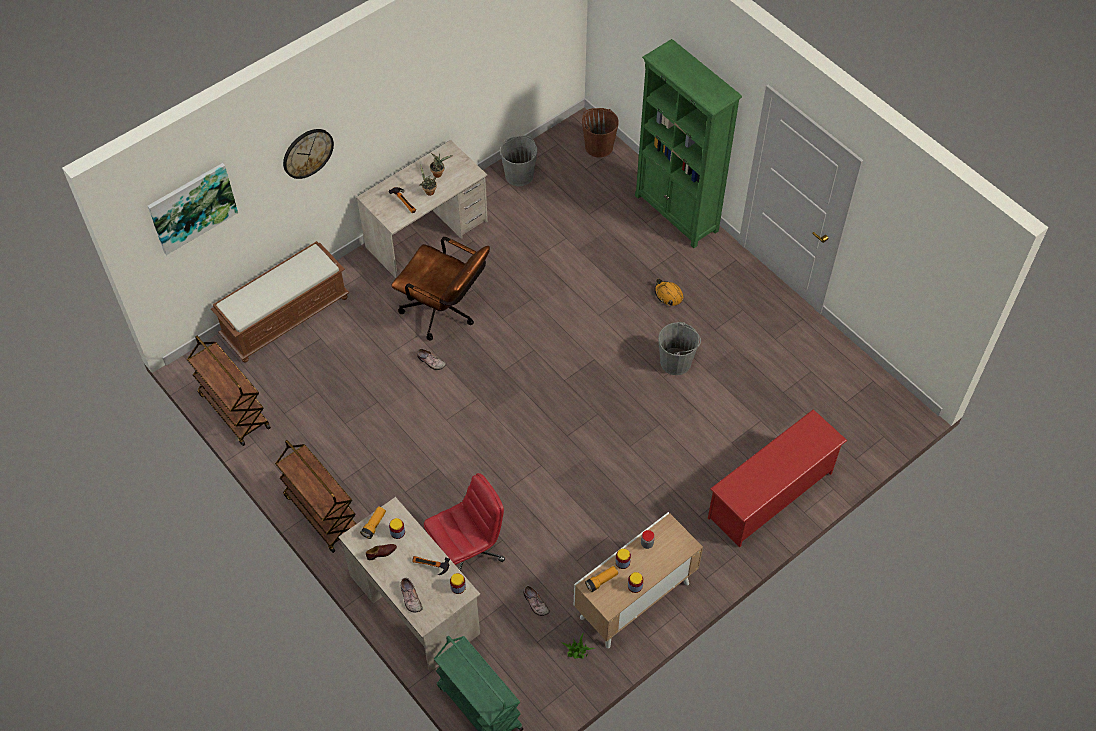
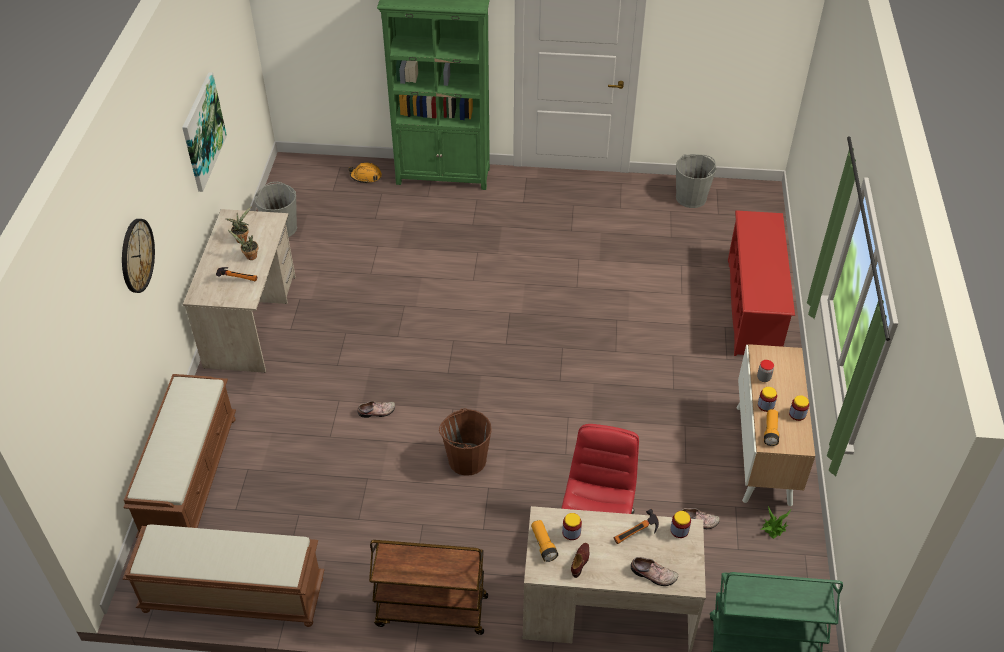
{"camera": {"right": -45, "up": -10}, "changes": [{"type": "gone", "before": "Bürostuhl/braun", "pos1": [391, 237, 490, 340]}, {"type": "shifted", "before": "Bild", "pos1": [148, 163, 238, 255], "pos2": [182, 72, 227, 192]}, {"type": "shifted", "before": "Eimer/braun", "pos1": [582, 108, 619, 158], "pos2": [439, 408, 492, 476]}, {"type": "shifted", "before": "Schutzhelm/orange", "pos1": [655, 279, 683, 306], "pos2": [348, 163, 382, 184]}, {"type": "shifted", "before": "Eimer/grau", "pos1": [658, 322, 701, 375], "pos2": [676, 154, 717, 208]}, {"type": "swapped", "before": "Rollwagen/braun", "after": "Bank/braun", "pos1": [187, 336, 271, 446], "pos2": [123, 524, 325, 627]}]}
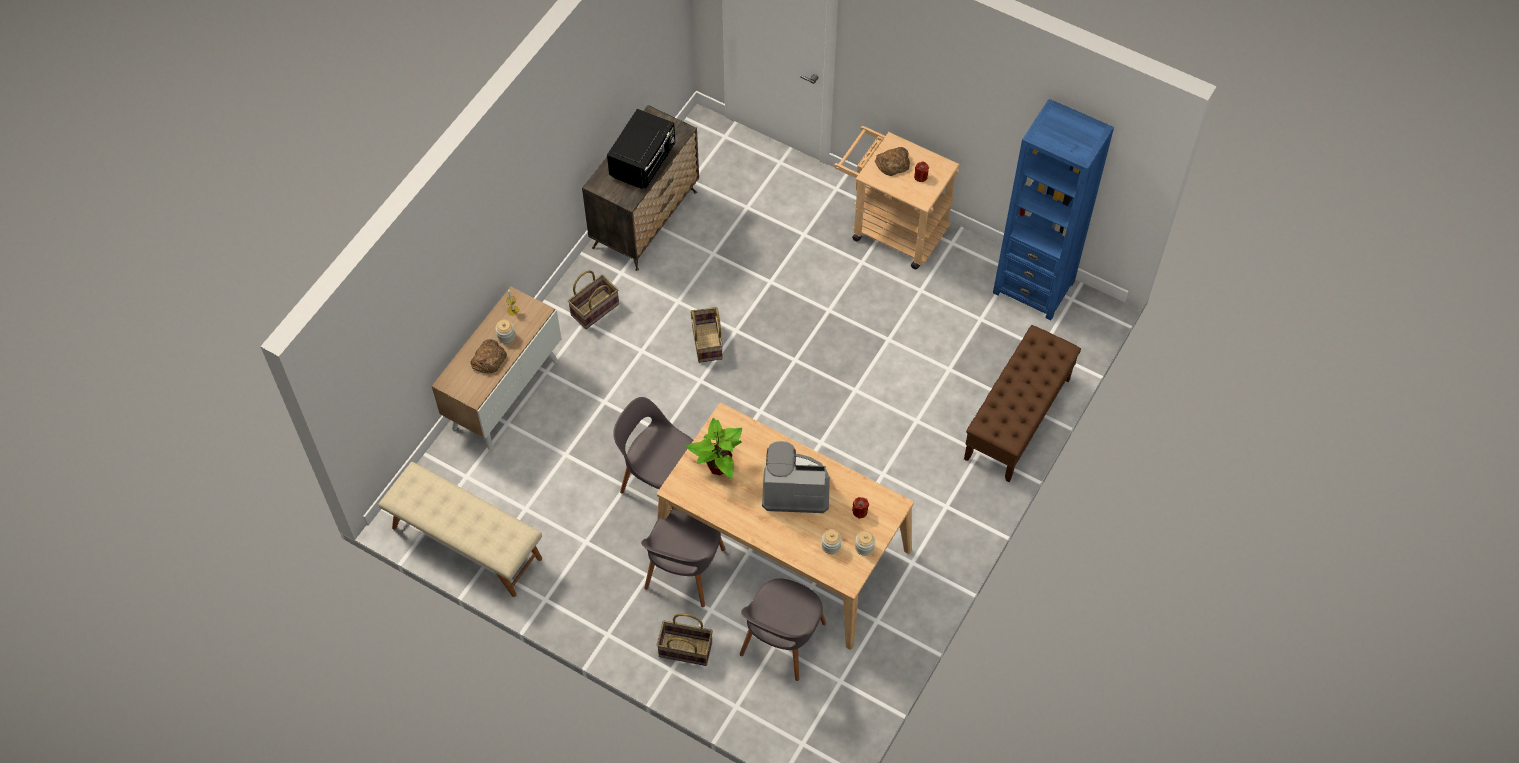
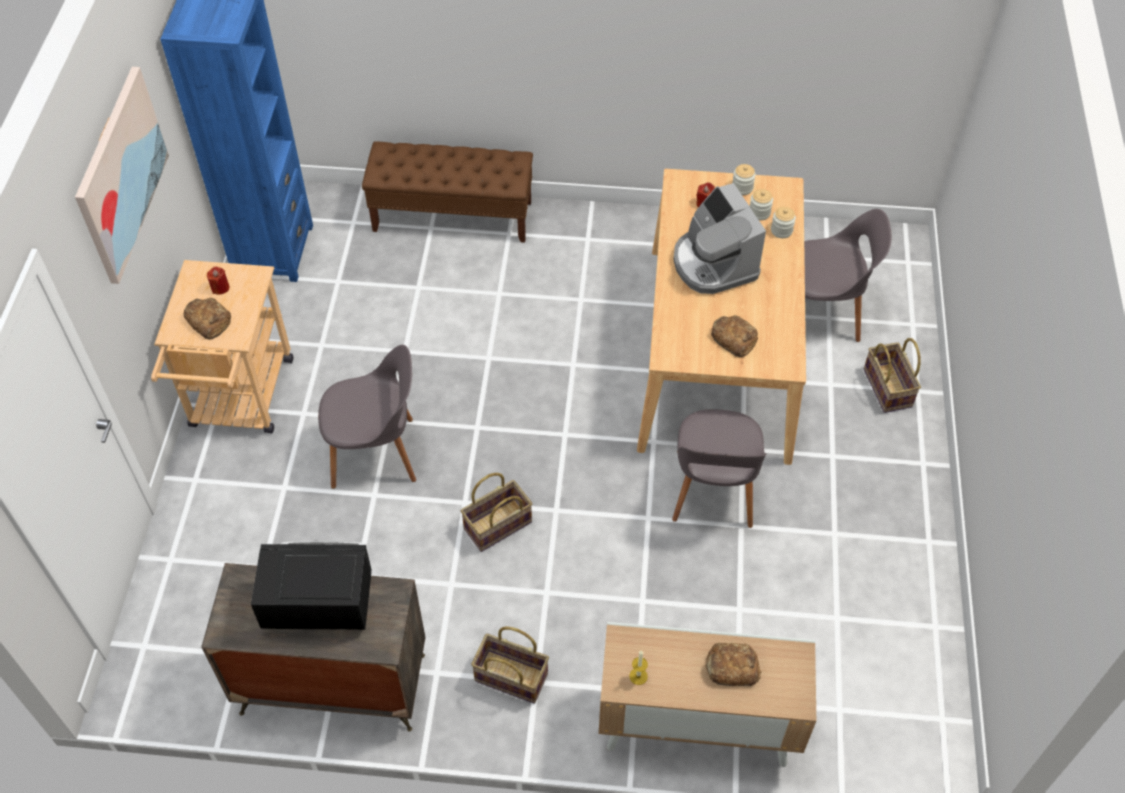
{"camera": {"right": -115, "up": -5}, "changes": [{"type": "gone", "before": "Bank/beige", "pos1": [378, 462, 542, 597]}, {"type": "new", "after": "Bild", "pos2": [75, 67, 169, 284]}, {"type": "shifted", "before": "Vorratsglas", "pos1": [495, 319, 515, 344], "pos2": [771, 207, 796, 238]}, {"type": "shifted", "before": "Stuhl/grau", "pos1": [641, 509, 725, 607], "pos2": [318, 345, 416, 489]}, {"type": "swapped", "before": "Topfpflanze", "after": "Brot", "pos1": [685, 418, 742, 479], "pos2": [711, 315, 758, 357]}]}
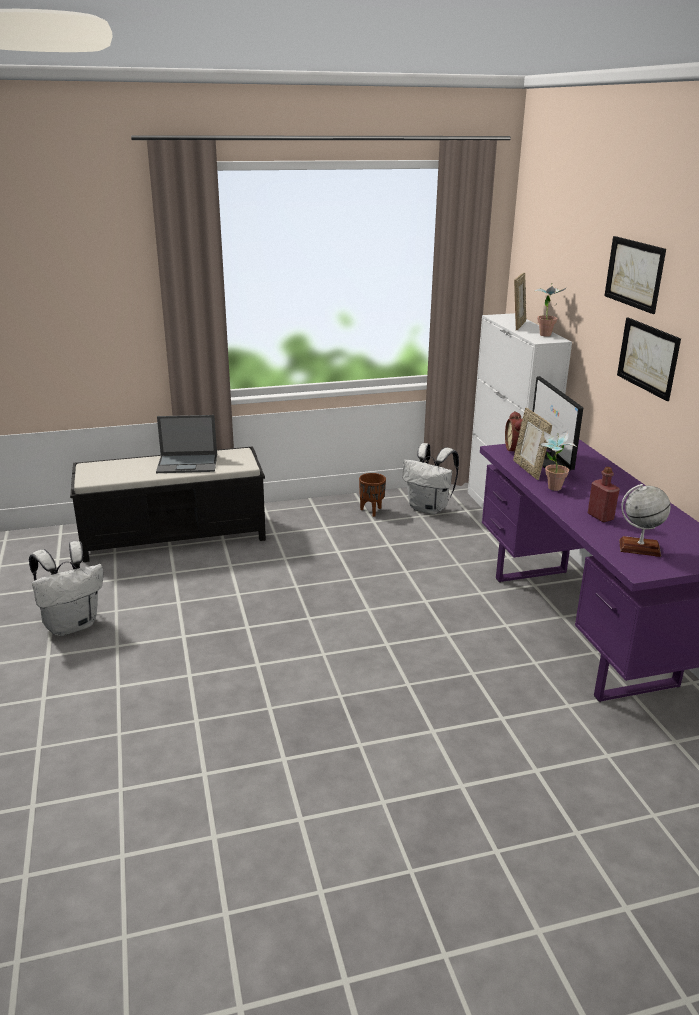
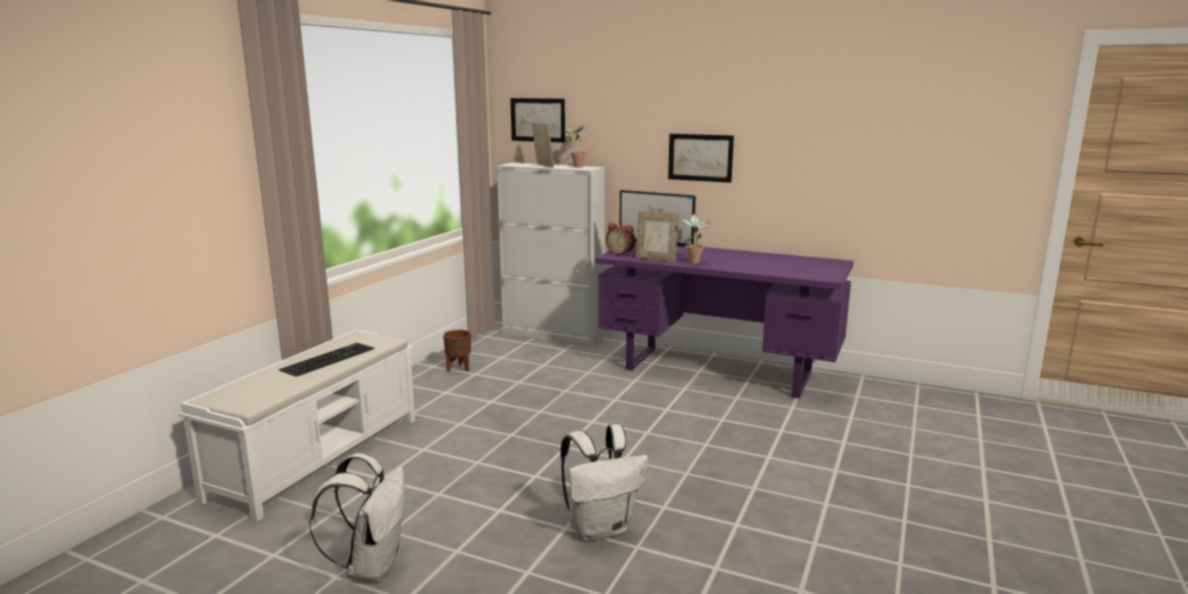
{"camera": {"right": -50, "up": -10}, "changes": [{"type": "gone", "before": "Flasche/rot", "pos1": [588, 467, 620, 522]}, {"type": "gone", "before": "Globus", "pos1": [619, 484, 671, 557]}, {"type": "shifted", "before": "Rucksack/weiß", "pos1": [402, 443, 459, 515], "pos2": [560, 424, 648, 541]}, {"type": "shifted", "before": "Bild", "pos1": [604, 236, 666, 314], "pos2": [510, 98, 565, 143]}, {"type": "swapped", "before": "Laptop", "after": "Tastatur", "pos1": [156, 415, 217, 473], "pos2": [279, 343, 374, 377]}, {"type": "repainted", "before": "Bank/schwarz", "after": "Bank/weiß", "pos1": [70, 446, 266, 562], "pos2": [179, 330, 415, 522]}]}
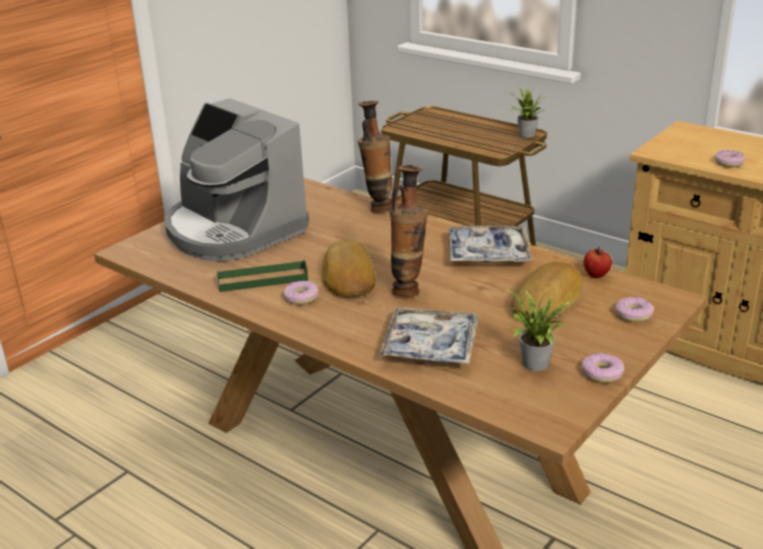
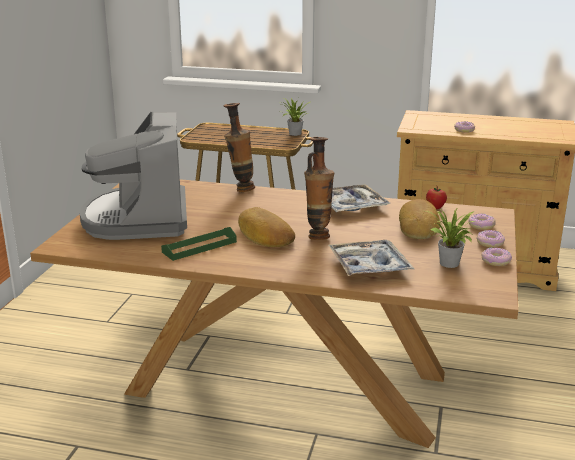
{"camera": {"right": -25, "up": -5}, "changes": [{"type": "shifted", "before": "Donut", "pos1": [283, 281, 319, 305], "pos2": [476, 230, 505, 247]}, {"type": "rotated", "before": "Kaffeemaschine", "pos1": [164, 98, 309, 261], "pos2": [80, 111, 187, 240], "turn": 60}]}
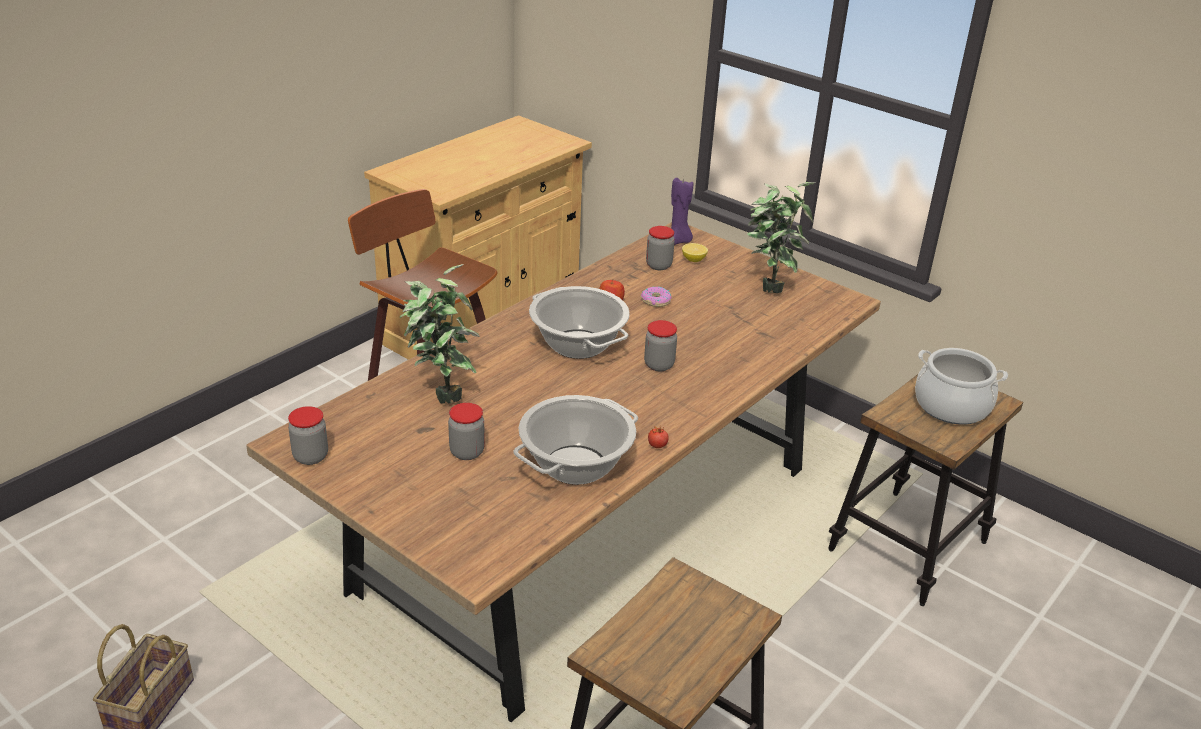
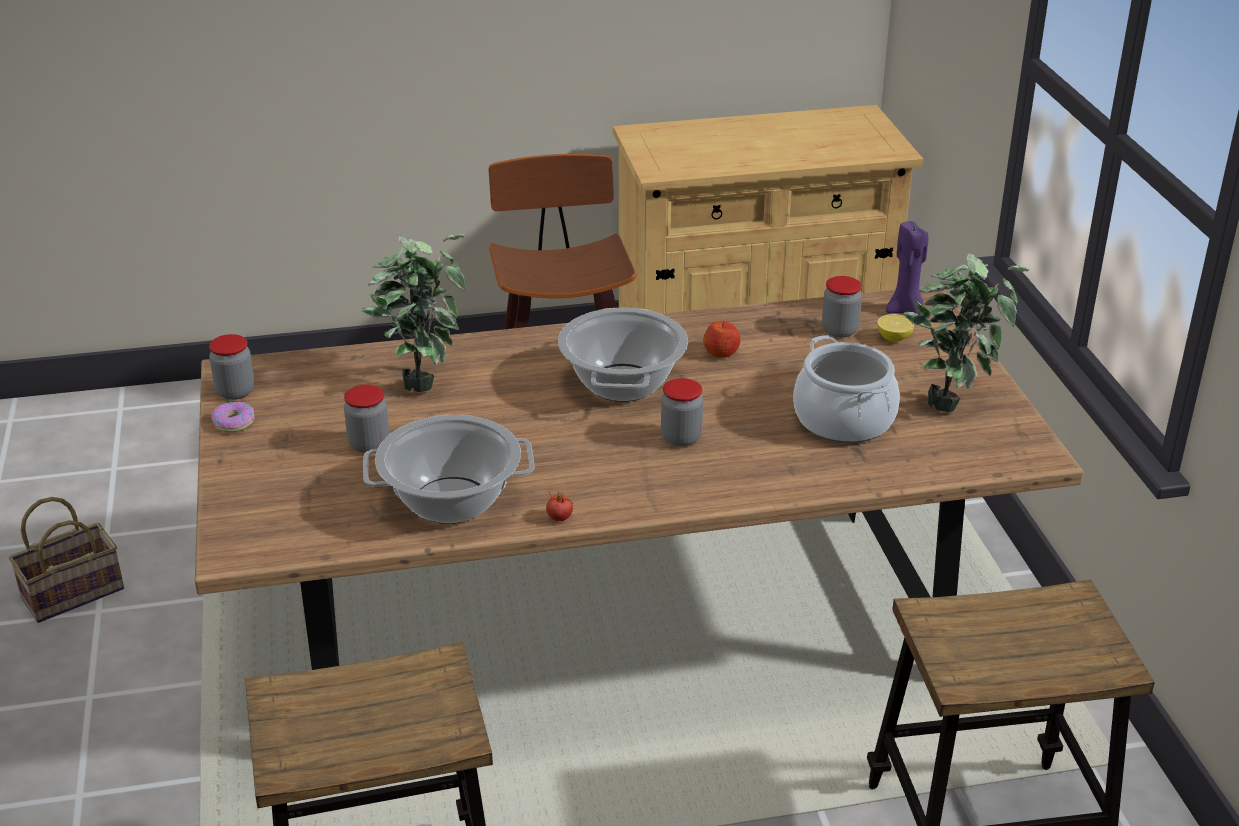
{"camera": {"right": 40, "up": 0}, "changes": [{"type": "shifted", "before": "Donut", "pos1": [641, 287, 672, 307], "pos2": [212, 402, 254, 432]}, {"type": "shifted", "before": "Kochtopf", "pos1": [915, 348, 1008, 425], "pos2": [793, 335, 900, 443]}]}
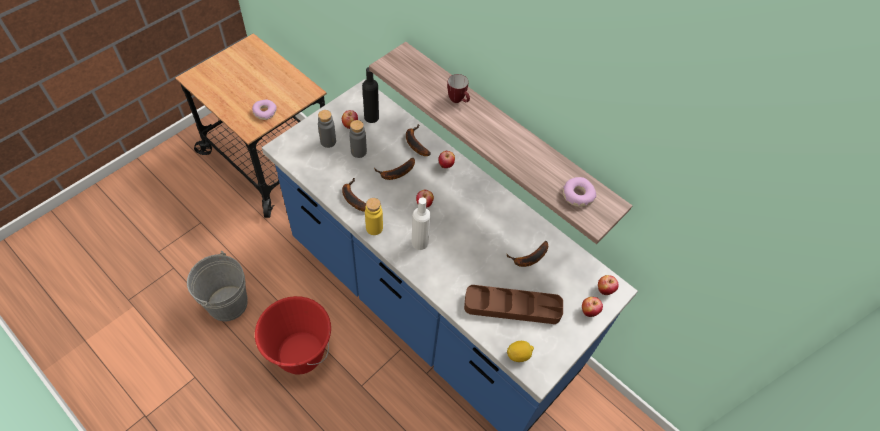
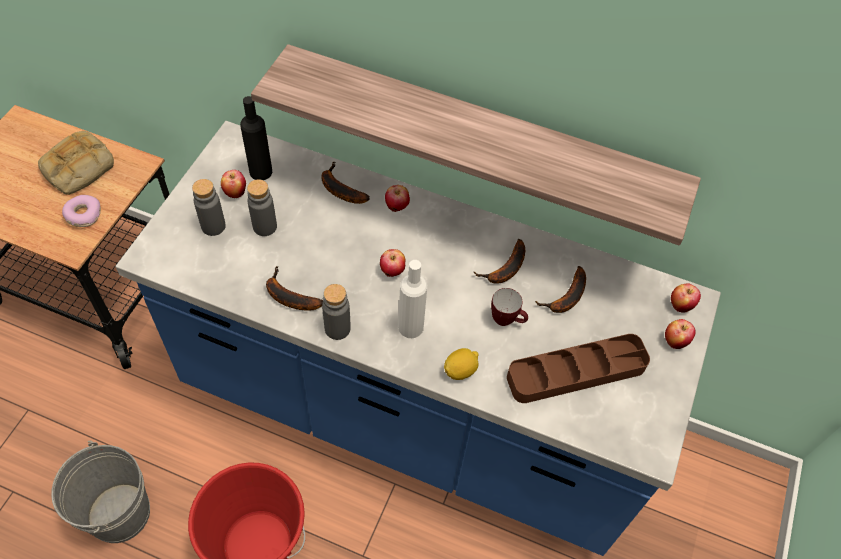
{"camera": {"right": -20, "up": 0}, "changes": [{"type": "gone", "before": "Donut", "pos1": [563, 177, 596, 207]}, {"type": "new", "after": "Brot", "pos2": [38, 131, 114, 195]}, {"type": "shifted", "before": "Banane", "pos1": [374, 158, 415, 180], "pos2": [474, 239, 525, 284]}, {"type": "shifted", "before": "Henkelbecher", "pos1": [447, 74, 470, 103], "pos2": [491, 288, 528, 326]}, {"type": "shifted", "before": "Zitrone", "pos1": [507, 341, 534, 362], "pos2": [444, 348, 479, 380]}, {"type": "repainted", "before": "Flasche/gelb", "after": "Flasche/grau", "pos1": [365, 198, 383, 235], "pos2": [322, 284, 351, 340]}]}
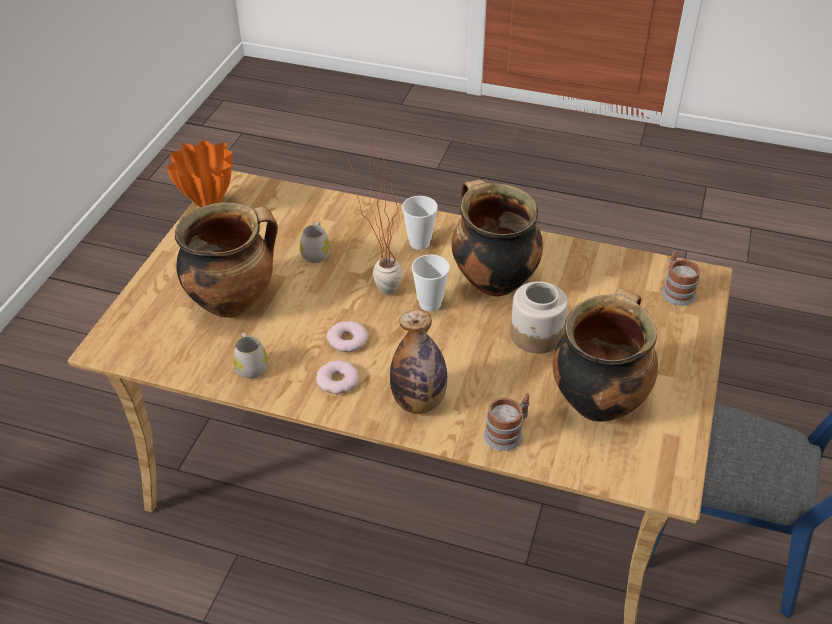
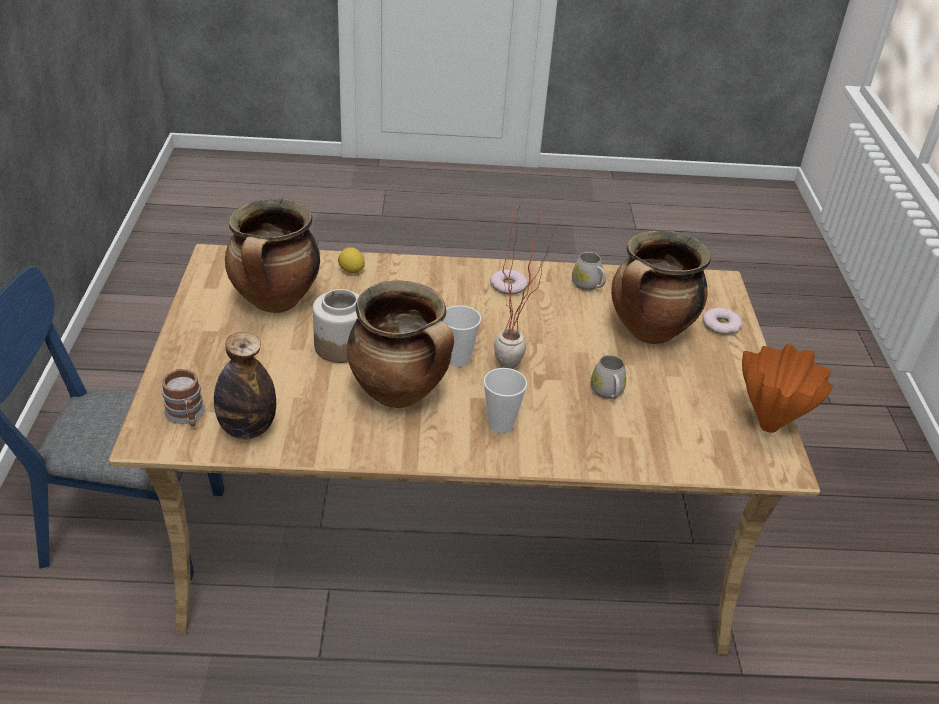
{"camera": {"right": 160, "up": -5}, "changes": [{"type": "shifted", "before": "Donut", "pos1": [327, 321, 368, 352], "pos2": [703, 308, 742, 335]}, {"type": "shifted", "before": "Flasche", "pos1": [390, 310, 447, 414], "pos2": [214, 332, 276, 439]}, {"type": "swapped", "before": "Henkelbecher", "after": "Zitrone", "pos1": [484, 393, 530, 451], "pos2": [338, 247, 365, 273]}]}
